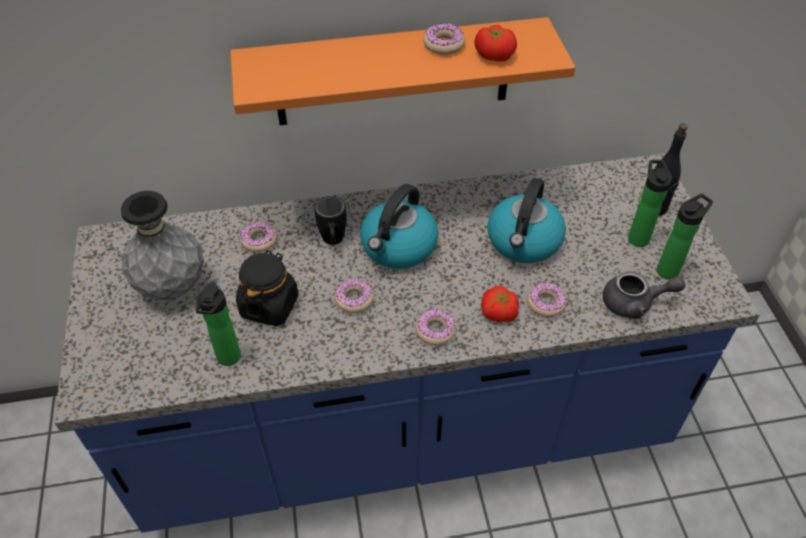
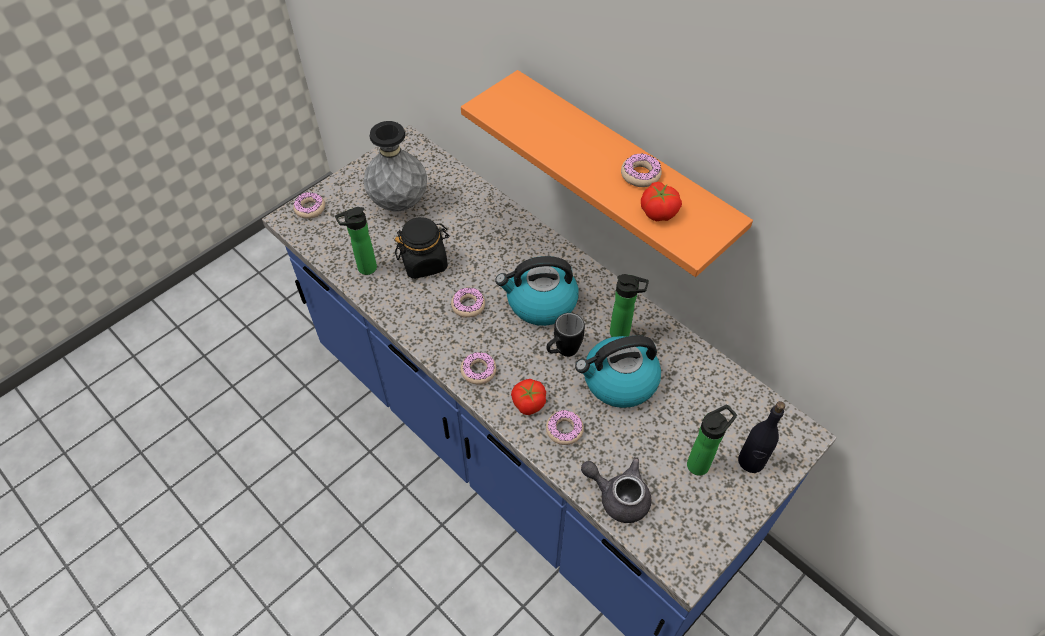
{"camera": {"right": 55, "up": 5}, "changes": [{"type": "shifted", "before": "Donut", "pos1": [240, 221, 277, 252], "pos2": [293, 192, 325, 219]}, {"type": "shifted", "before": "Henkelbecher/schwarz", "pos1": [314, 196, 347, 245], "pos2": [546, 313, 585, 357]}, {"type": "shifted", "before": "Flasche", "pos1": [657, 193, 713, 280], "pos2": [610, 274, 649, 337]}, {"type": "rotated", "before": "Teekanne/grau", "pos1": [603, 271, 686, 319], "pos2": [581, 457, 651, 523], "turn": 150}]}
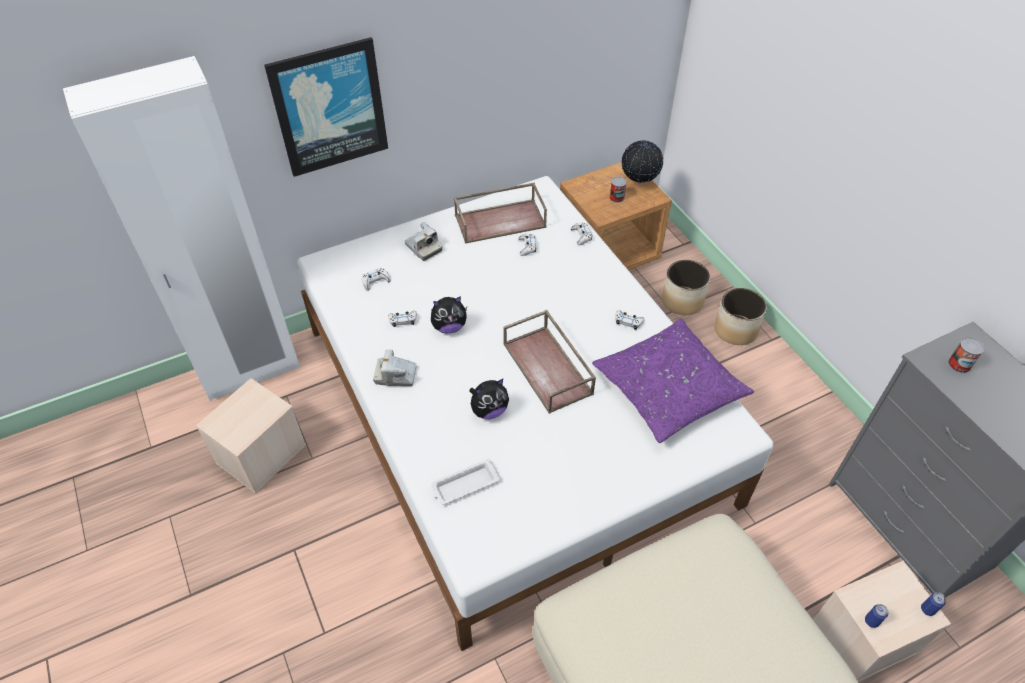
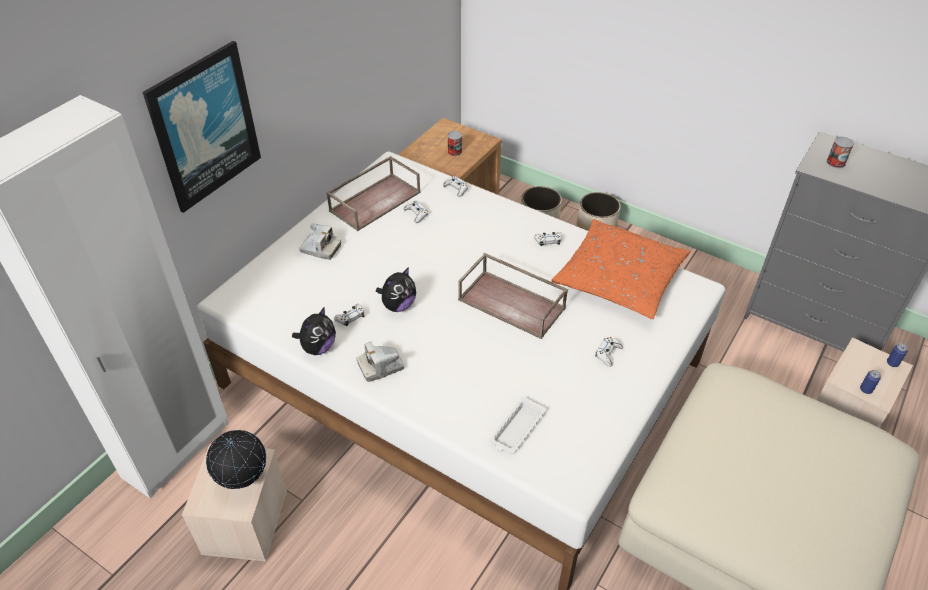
{"camera": {"right": -30, "up": -5}, "changes": [{"type": "shifted", "before": "Gamepad/weiß", "pos1": [362, 268, 391, 291], "pos2": [595, 337, 623, 367]}, {"type": "shifted", "before": "Plüschtier", "pos1": [469, 379, 509, 419], "pos2": [292, 307, 336, 355]}, {"type": "shifted", "before": "Globus", "pos1": [622, 140, 663, 184], "pos2": [206, 430, 266, 489]}, {"type": "repainted", "before": "Kissen/lila", "after": "Kissen/orange", "pos1": [592, 318, 754, 443], "pos2": [551, 219, 691, 319]}]}
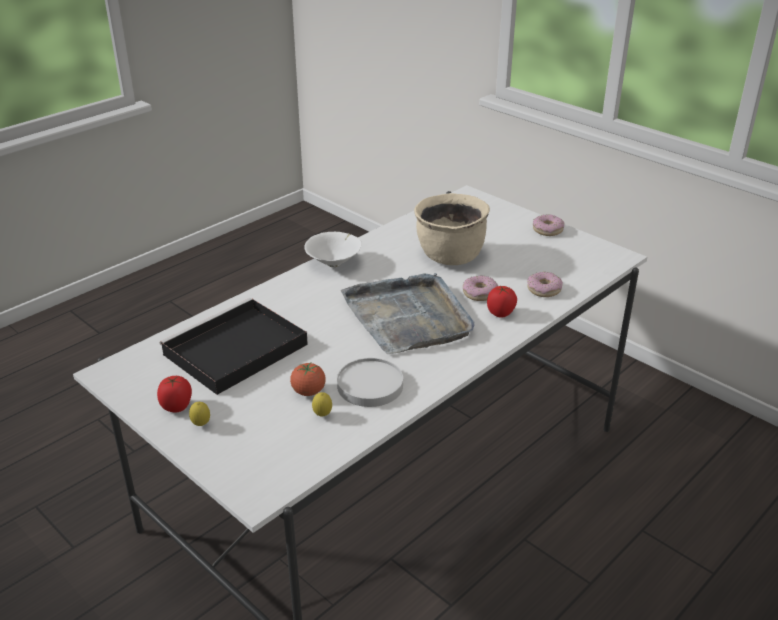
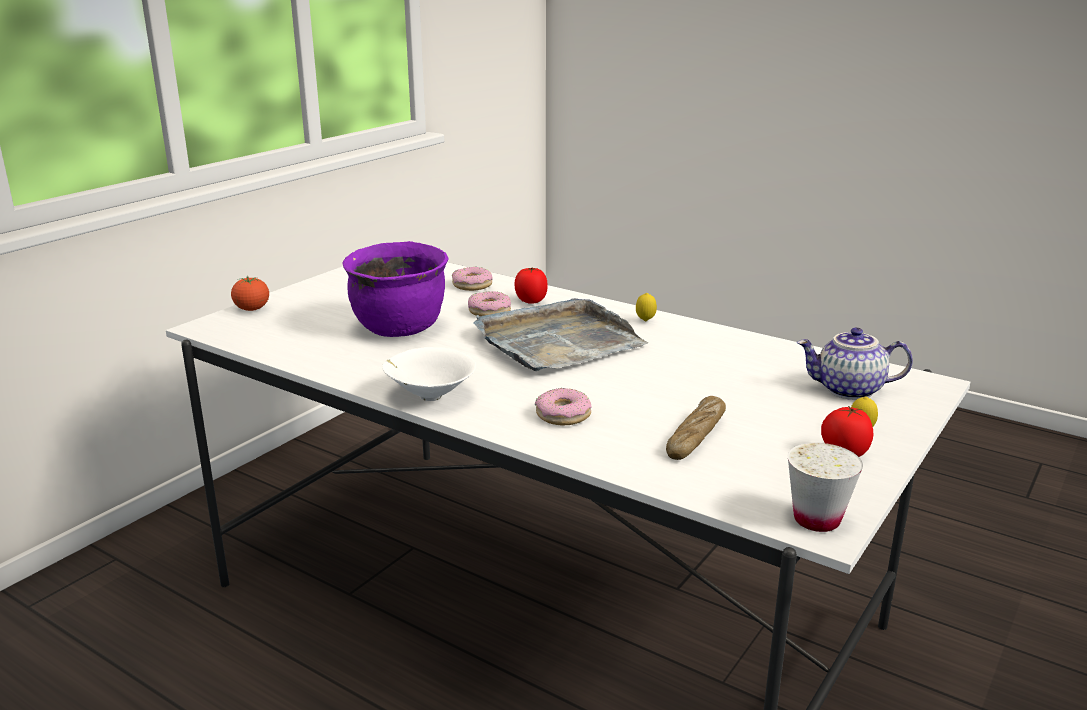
{"camera": {"right": -100, "up": -10}, "changes": [{"type": "gone", "before": "Teller/weiß", "pos1": [337, 358, 403, 407]}, {"type": "new", "after": "Tasse/weiß", "pos2": [788, 443, 863, 532]}, {"type": "new", "after": "Teekanne", "pos2": [797, 327, 913, 400]}, {"type": "shifted", "before": "Tomate", "pos1": [290, 363, 326, 396], "pos2": [231, 276, 269, 311]}, {"type": "shifted", "before": "Zitrone", "pos1": [312, 392, 332, 416], "pos2": [636, 293, 657, 321]}, {"type": "shifted", "before": "Donut", "pos1": [533, 214, 564, 236], "pos2": [535, 388, 591, 425]}, {"type": "swapped", "before": "Tablett/schwarz", "after": "Brot", "pos1": [160, 298, 308, 395], "pos2": [666, 396, 726, 460]}, {"type": "repainted", "before": "Kochtopf/beige", "after": "Kochtopf/lila", "pos1": [414, 193, 490, 265], "pos2": [343, 241, 449, 337]}]}
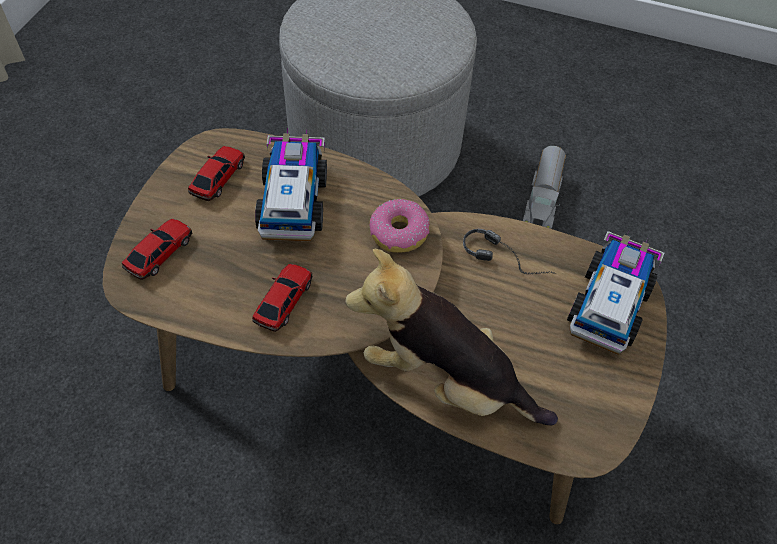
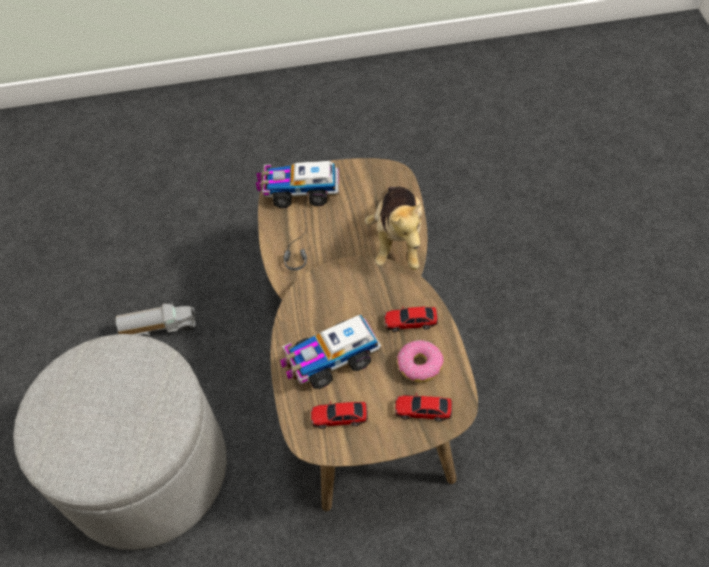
{"camera": {"right": -110, "up": 0}, "changes": [{"type": "shifted", "before": "Donut", "pos1": [369, 199, 430, 253], "pos2": [397, 340, 444, 382]}]}
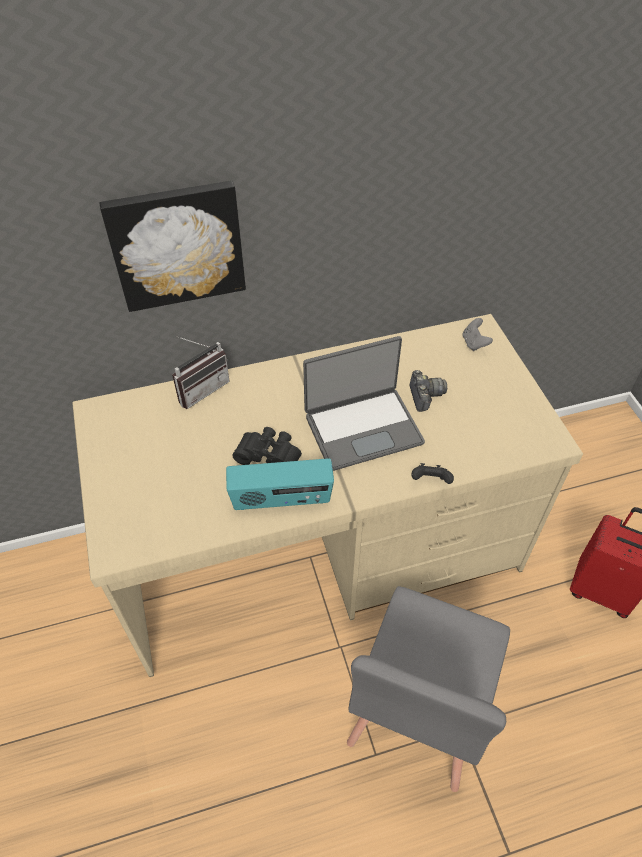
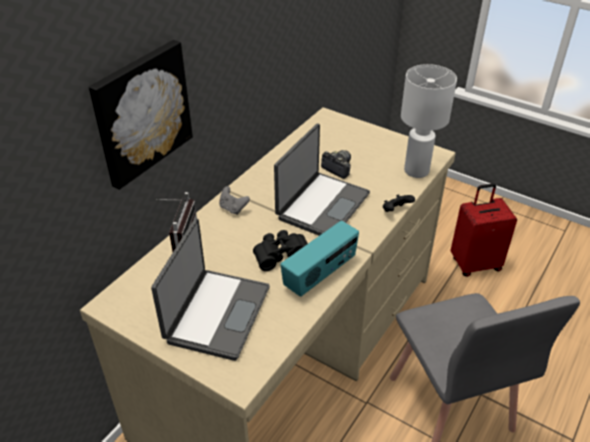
{"camera": {"right": -40, "up": -10}, "changes": [{"type": "new", "after": "Laptop", "pos2": [151, 218, 270, 361]}, {"type": "new", "after": "Tischlampe/weiß", "pos2": [401, 64, 457, 178]}, {"type": "shifted", "before": "Gamepad/grau", "pos1": [462, 318, 493, 351], "pos2": [219, 186, 250, 215]}]}
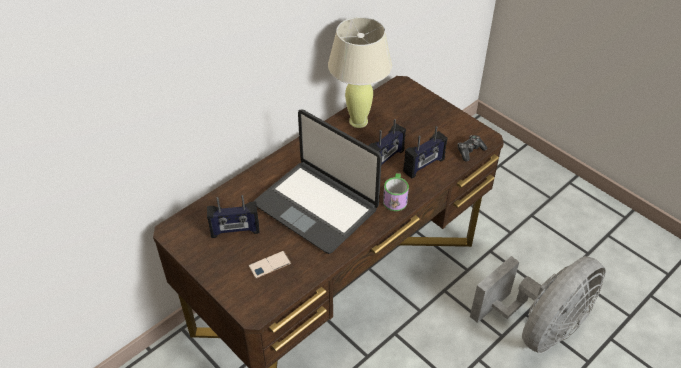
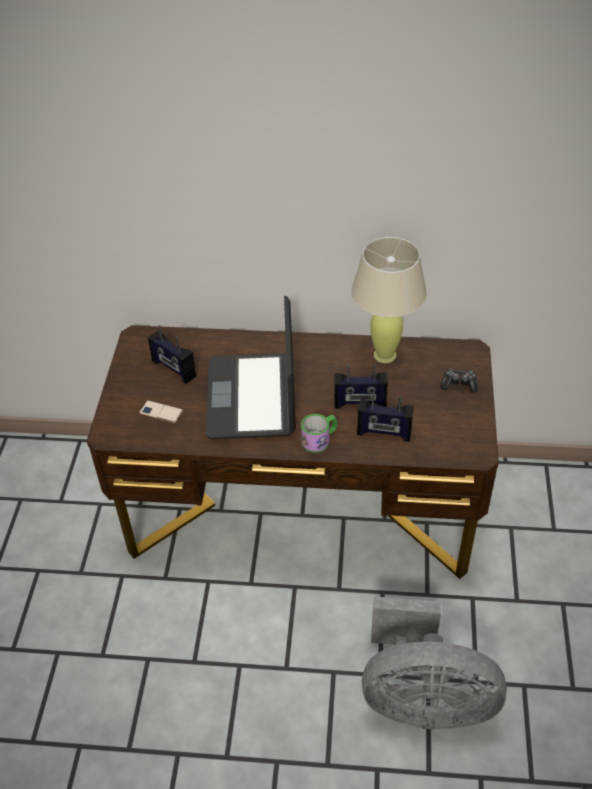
{"camera": {"right": 50, "up": 0}, "changes": [{"type": "shifted", "before": "Gamepad", "pos1": [457, 135, 487, 161], "pos2": [440, 368, 478, 393]}]}
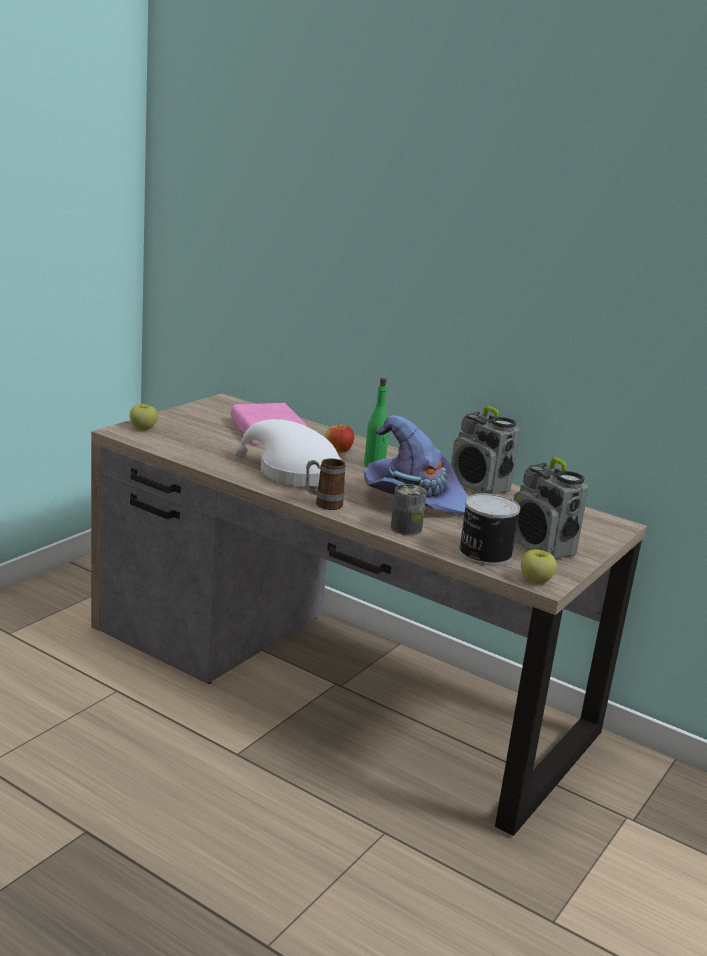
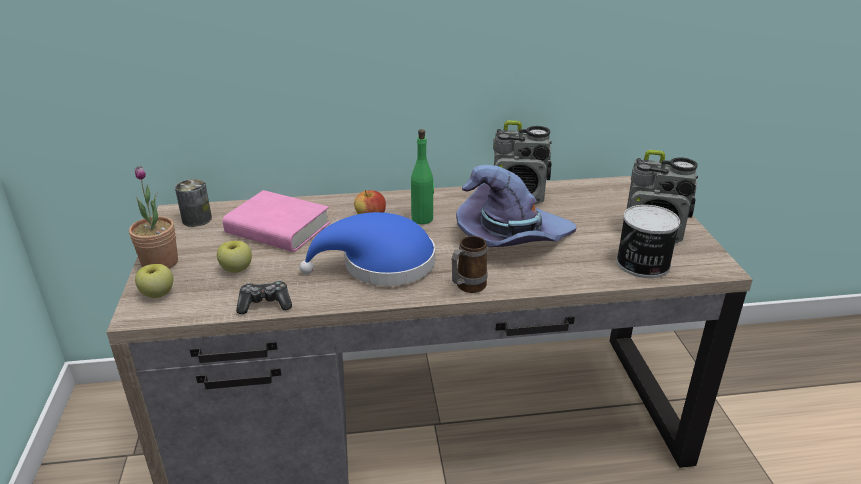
{"camera": {"right": -40, "up": 10}, "changes": [{"type": "new", "after": "Topfpflanze", "pos2": [129, 166, 178, 269]}, {"type": "new", "after": "Gamepad", "pos2": [236, 281, 292, 314]}, {"type": "shifted", "before": "Dose", "pos1": [391, 484, 427, 535], "pos2": [175, 179, 212, 227]}, {"type": "shifted", "before": "Apfel", "pos1": [521, 549, 557, 584], "pos2": [217, 241, 252, 273]}, {"type": "repainted", "before": "Hut/weiß", "after": "Hut/blau", "pos1": [235, 419, 341, 486], "pos2": [300, 212, 435, 286]}]}
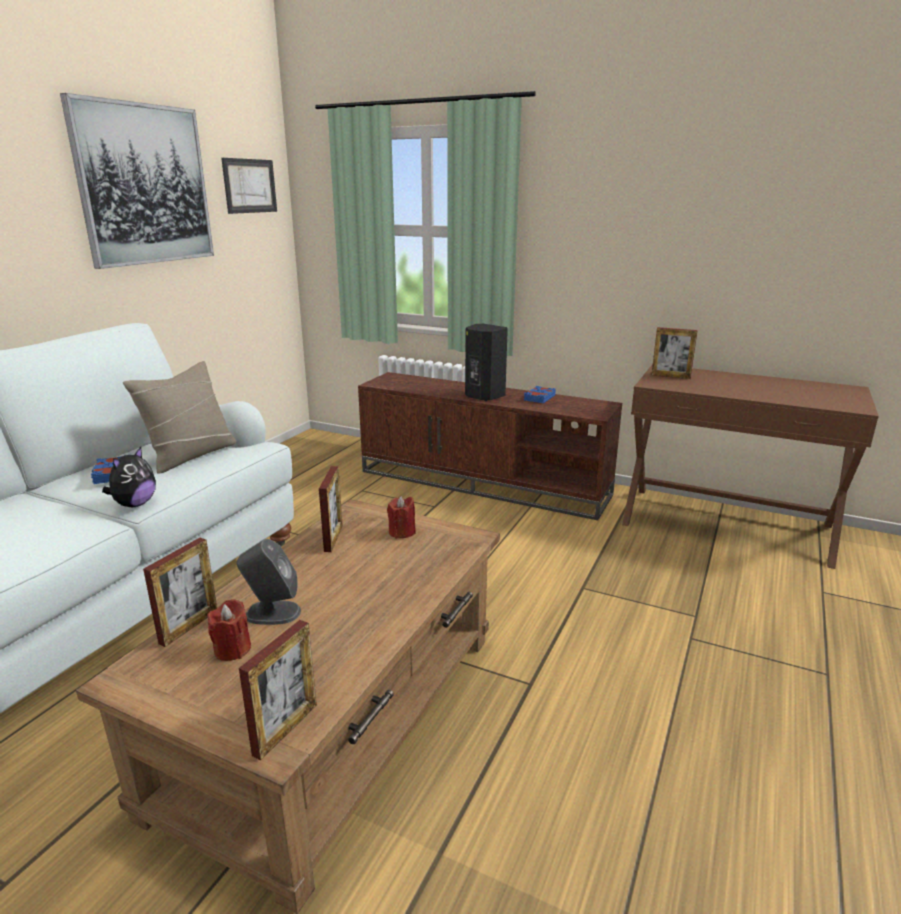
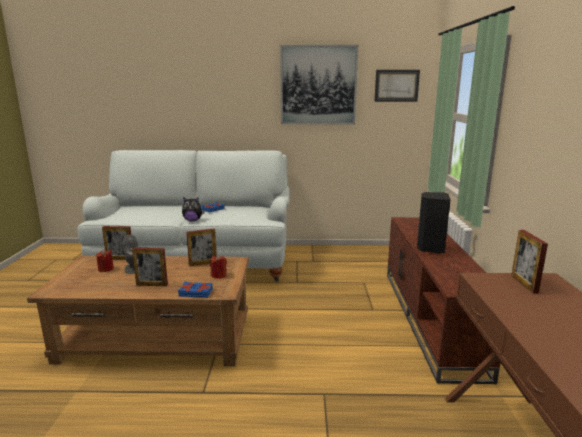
{"camera": {"right": 65, "up": -5}, "changes": [{"type": "gone", "before": "Kissen/beige", "pos1": [123, 361, 236, 474]}, {"type": "shifted", "before": "Bilderrahmen", "pos1": [239, 620, 317, 760], "pos2": [132, 247, 168, 286]}, {"type": "shifted", "before": "Buch/blau", "pos1": [524, 386, 556, 403], "pos2": [178, 282, 213, 298]}]}
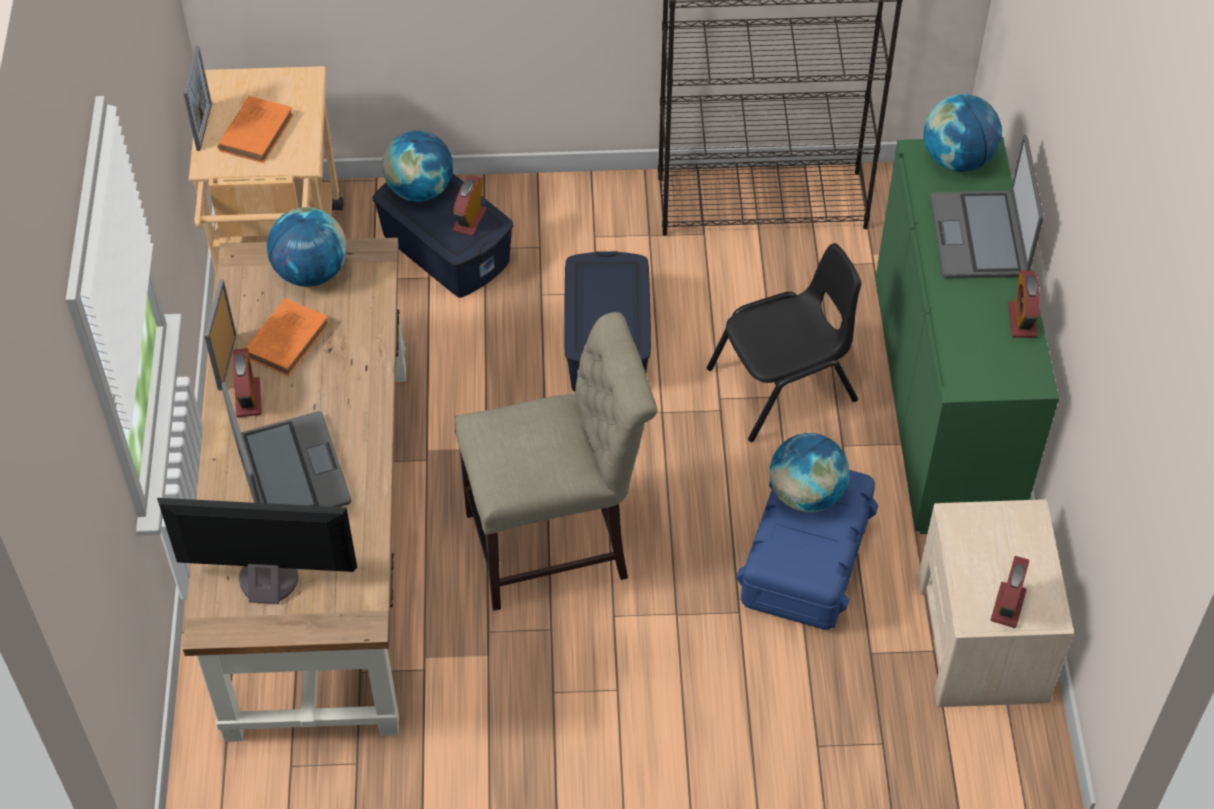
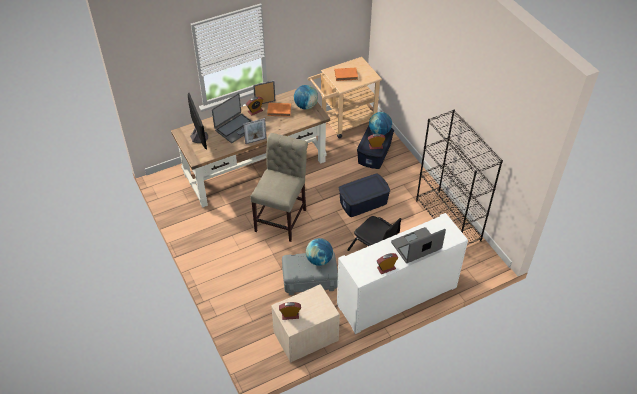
{"camera": {"right": 65, "up": -5}, "changes": [{"type": "gone", "before": "Globus", "pos1": [924, 94, 1002, 172]}, {"type": "shifted", "before": "Bilderrahmen", "pos1": [184, 46, 212, 151], "pos2": [243, 118, 267, 144]}, {"type": "repainted", "before": "Aufbewahrungsbox/blau", "after": "Aufbewahrungsbox/grau", "pos1": [736, 470, 878, 630], "pos2": [282, 252, 338, 295]}, {"type": "repainted", "before": "Schrank/grün", "after": "Schrank/weiß", "pos1": [876, 137, 1059, 534], "pos2": [337, 213, 468, 334]}, {"type": "rotated", "before": "Stuhl/beige", "pos1": [455, 312, 657, 611], "pos2": [250, 133, 308, 242], "turn": -120}]}
